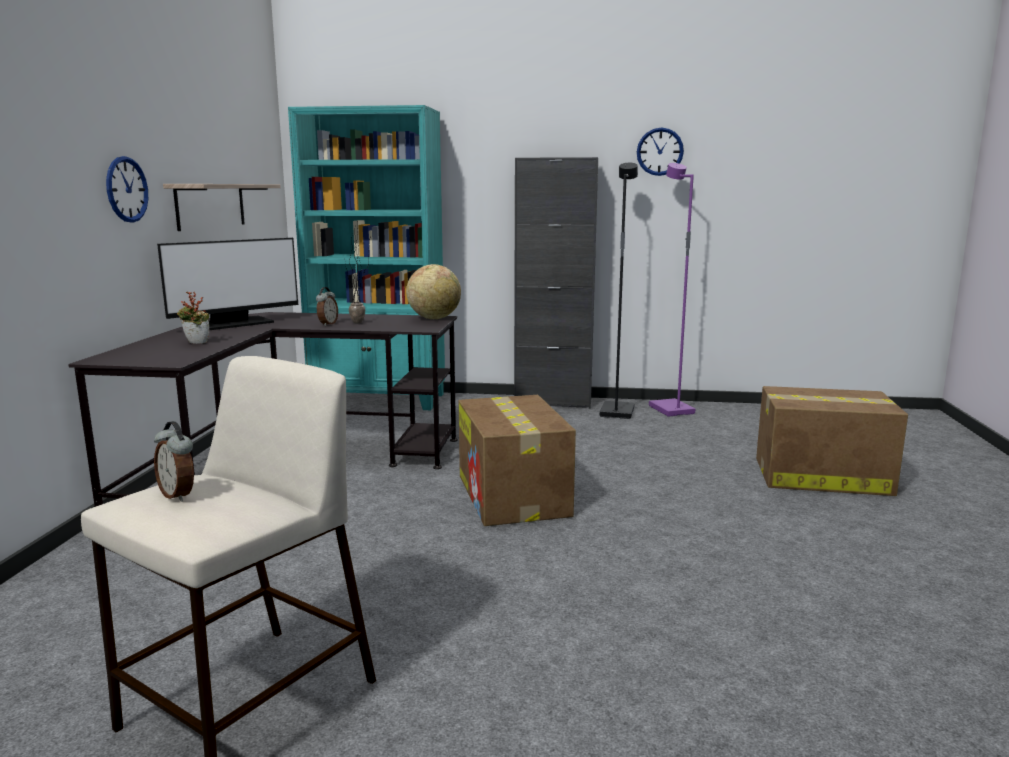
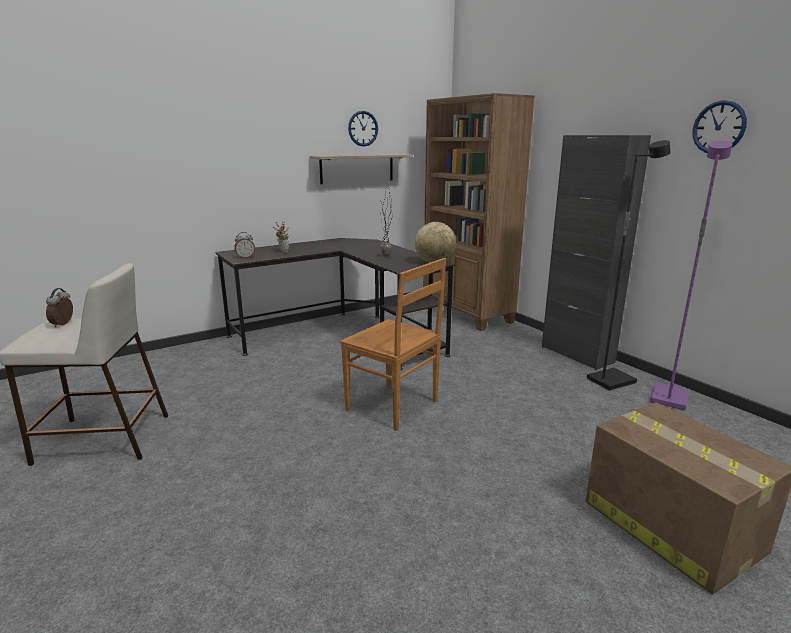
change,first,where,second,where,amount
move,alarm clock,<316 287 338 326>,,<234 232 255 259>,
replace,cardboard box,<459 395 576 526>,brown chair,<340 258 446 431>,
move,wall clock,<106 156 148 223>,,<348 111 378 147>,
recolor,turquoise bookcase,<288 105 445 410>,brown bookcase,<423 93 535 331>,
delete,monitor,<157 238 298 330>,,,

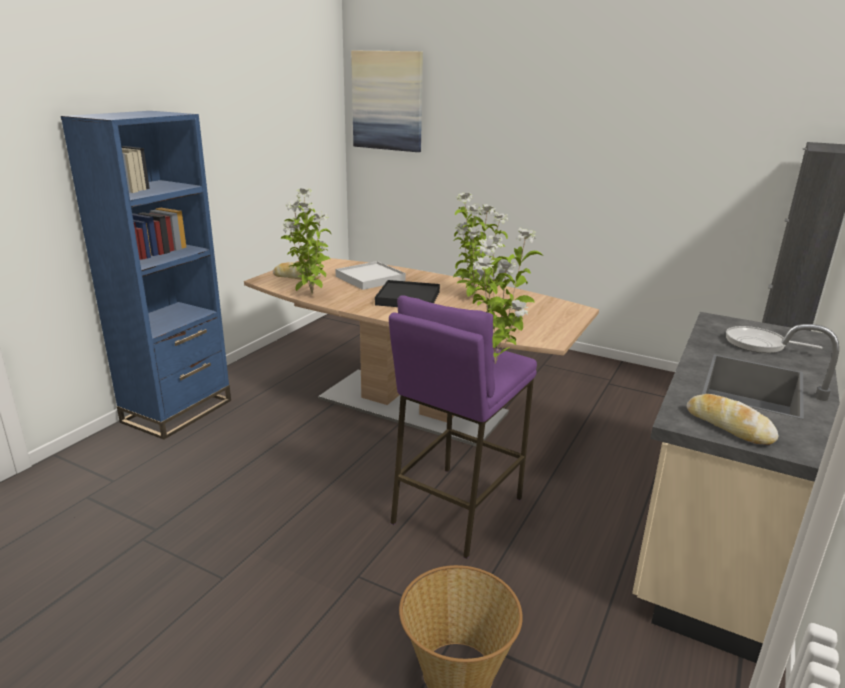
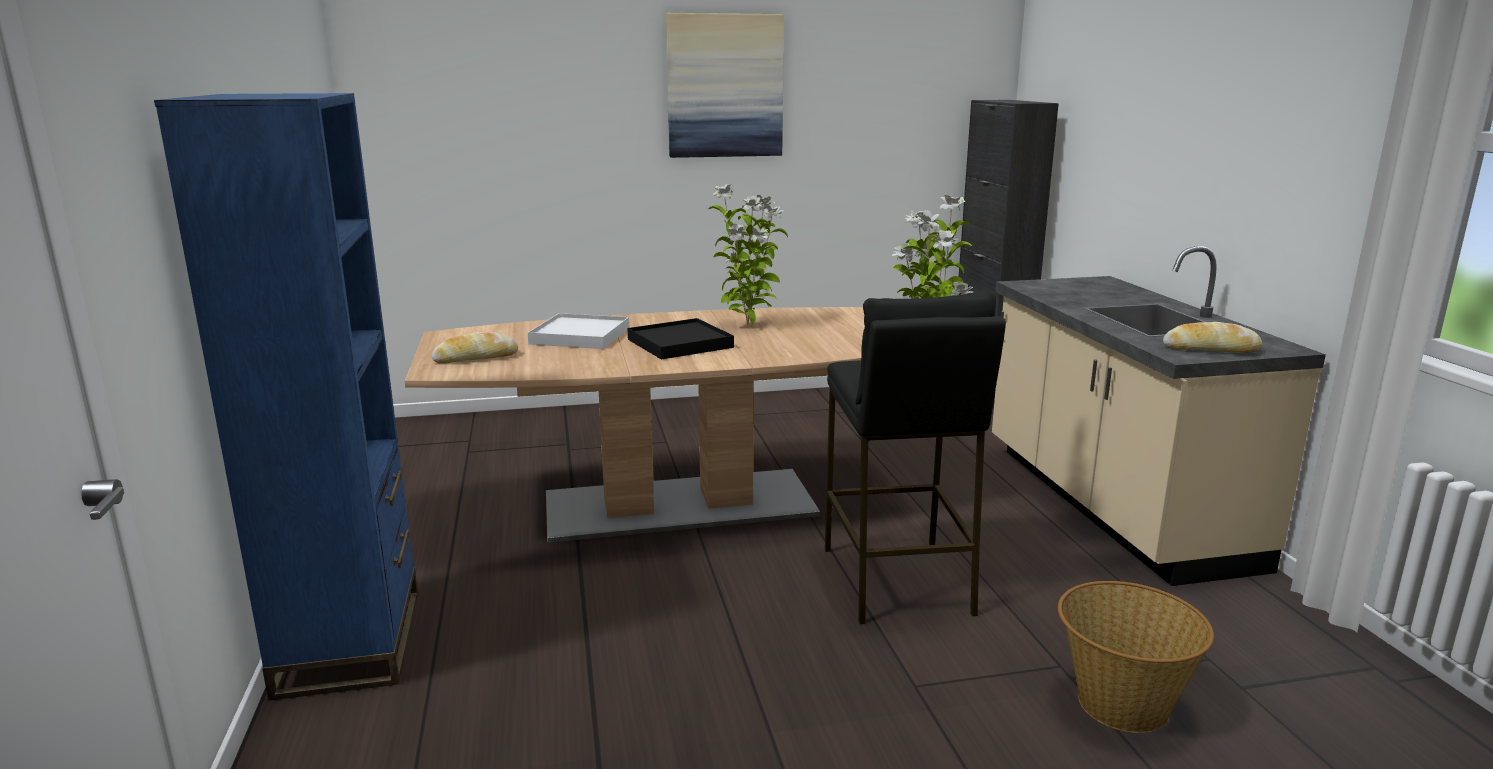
change,first,where,second,where,amount
move,picture,<351 50 423 152>,,<666 13 784 158>,
recolor,purple stool,<389 295 537 559>,black stool,<825 291 1006 624>,
delete,potted plant,<281 188 331 295>,,,
delete,frying pan,<726 326 823 353>,,,

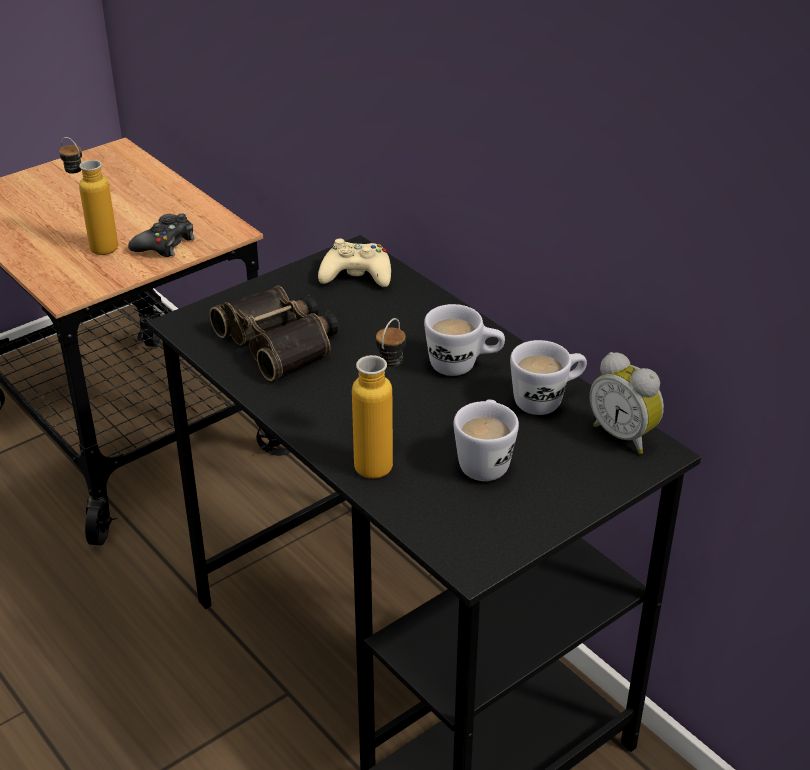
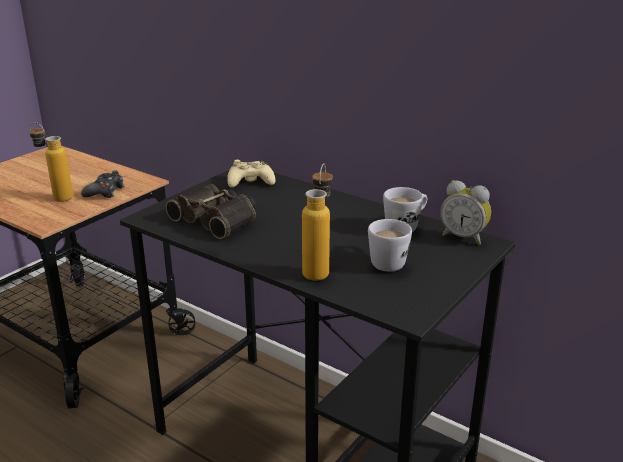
change,first,where,second,where,amount
delete,white mug,<424 304 505 376>,,,

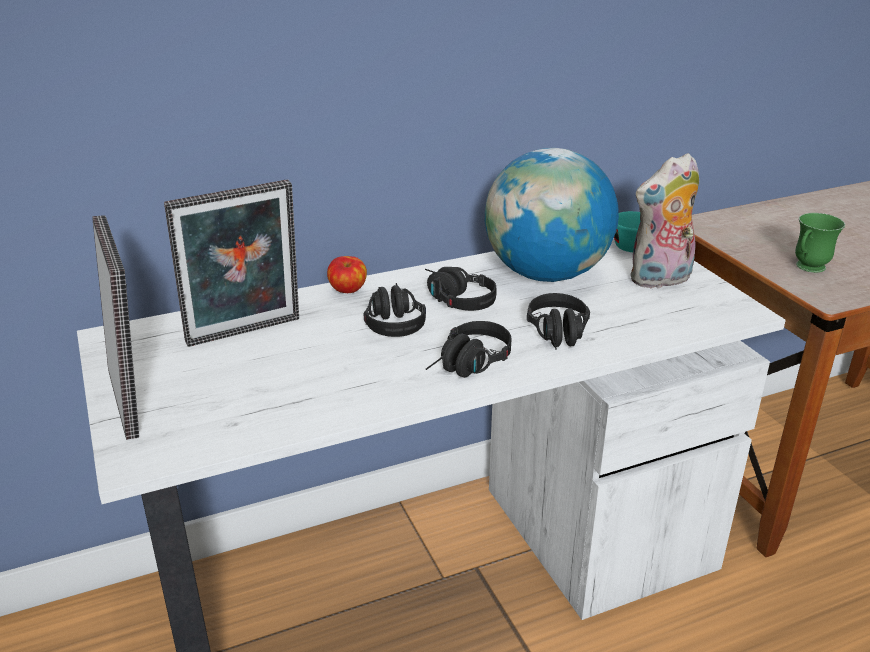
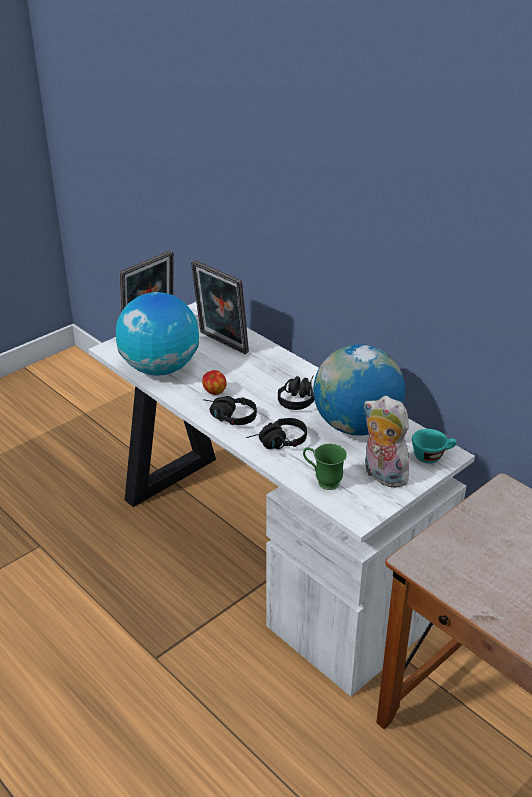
change,first,where,second,where,amount
insert,,,globe,<116 292 199 376>,
move,apple,<327 256 367 293>,,<202 370 227 395>,
move,green mug,<795 213 845 273>,,<303 444 347 490>,
delete,black headphones,<364 283 426 337>,,,

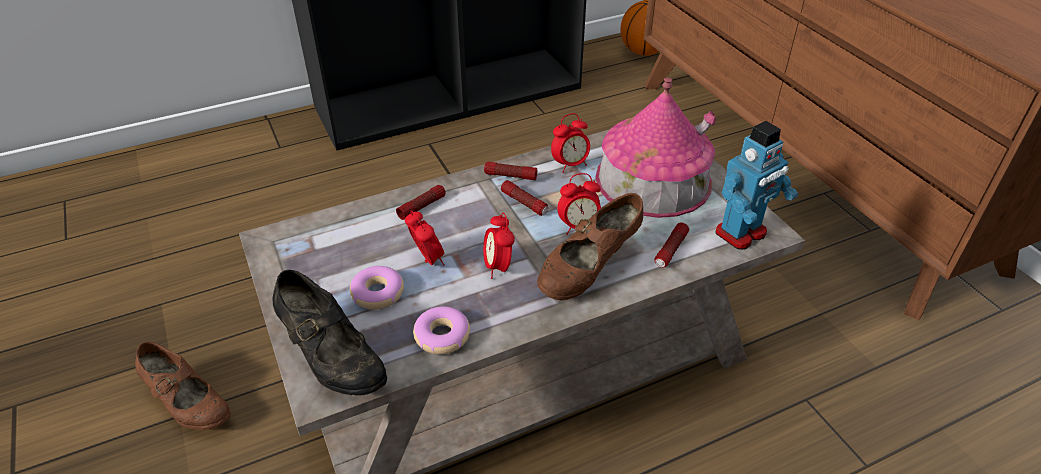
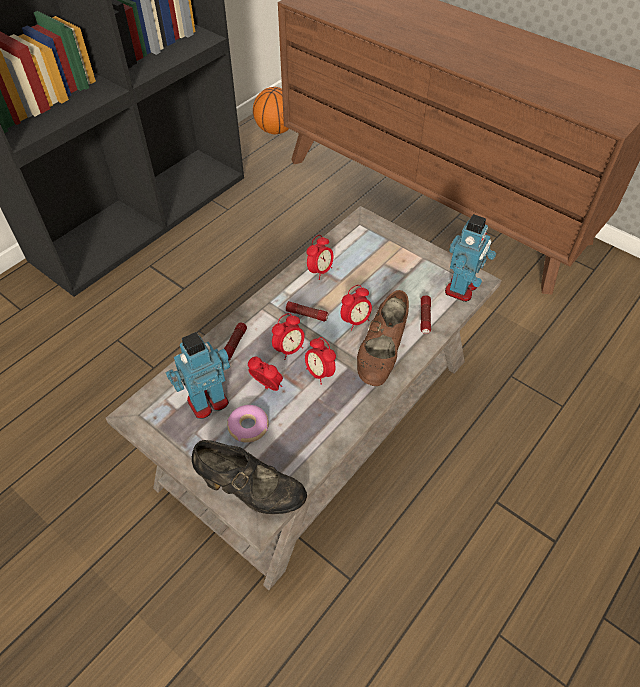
change,first,where,second,where,amount
insert,,,toy robot,<166 332 230 419>,
insert,,,alarm clock,<272 313 305 360>,
delete,brown shoe,<135 342 231 430>,,,
delete,donut,<413 306 470 355>,,,
delete,flashlight,<484 162 537 180>,,,
delete,toy house,<595 78 716 218>,,,

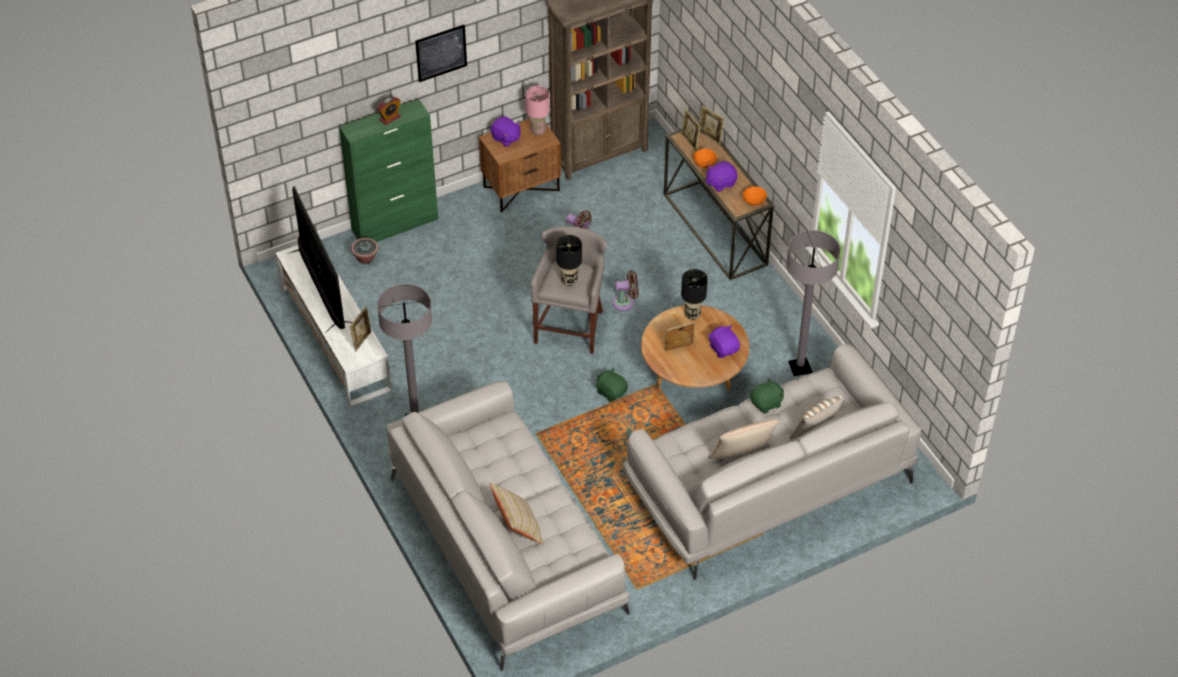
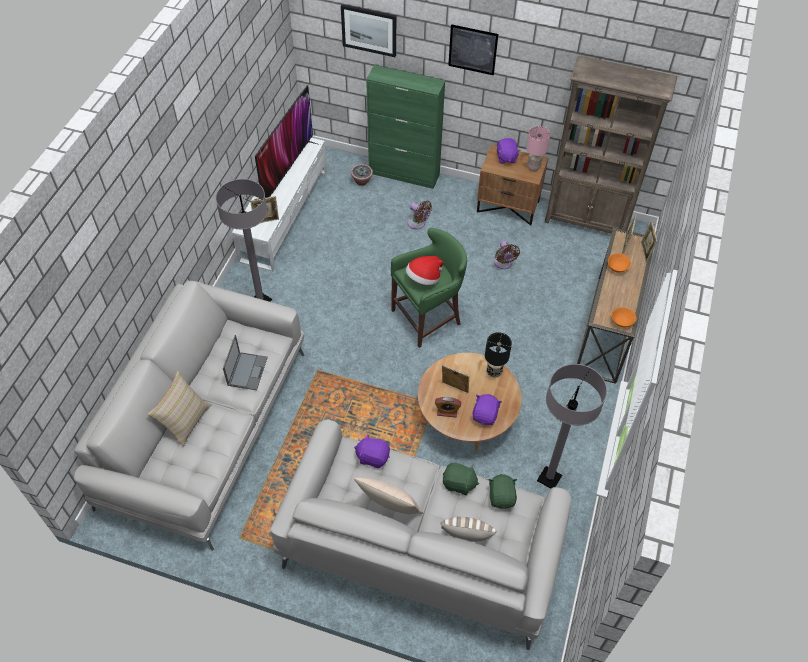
change,first,where,second,where,amount
insert,,,laptop,<223 335 268 390>,
insert,,,picture,<341 4 396 57>,
move,purple plush toy,<706 161 738 192>,,<354 434 390 468>,
recolor,grey stool,<531 226 607 354>,green stool,<391 228 467 348>,
replace,black table lamp,<556 235 582 286>,hat,<406 256 444 285>,
move,brown fan,<612 270 639 311>,,<407 200 432 229>,
move,alarm clock,<377 97 401 125>,,<435 397 461 418>,
move,green plush toy,<596 368 628 402>,,<488 474 517 509>,

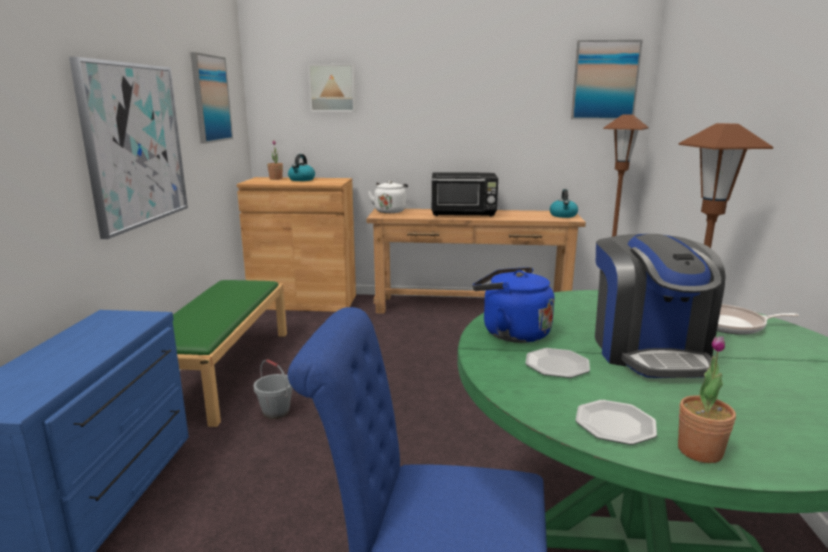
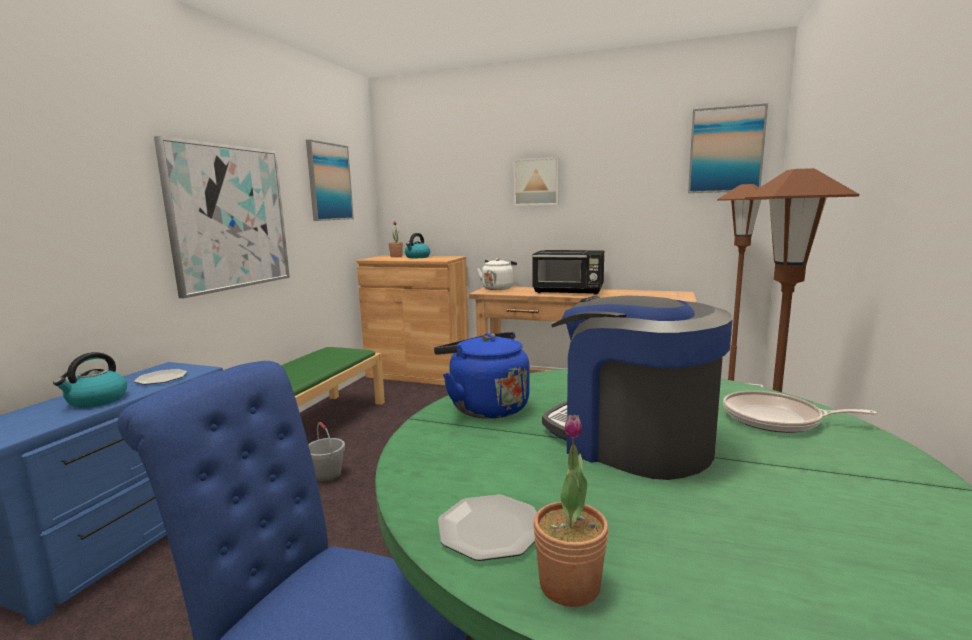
change,first,where,second,where,amount
move,kettle,<550 189 578 218>,,<53 352 127 408>,
move,plate,<525 348 590 378>,,<134 369 187 385>,
move,picture,<308 64 356 112>,,<513 157 560 206>,
rotate,coffee machine,<595 234 726 378>,,<542 295 733 480>,120 degrees clockwise

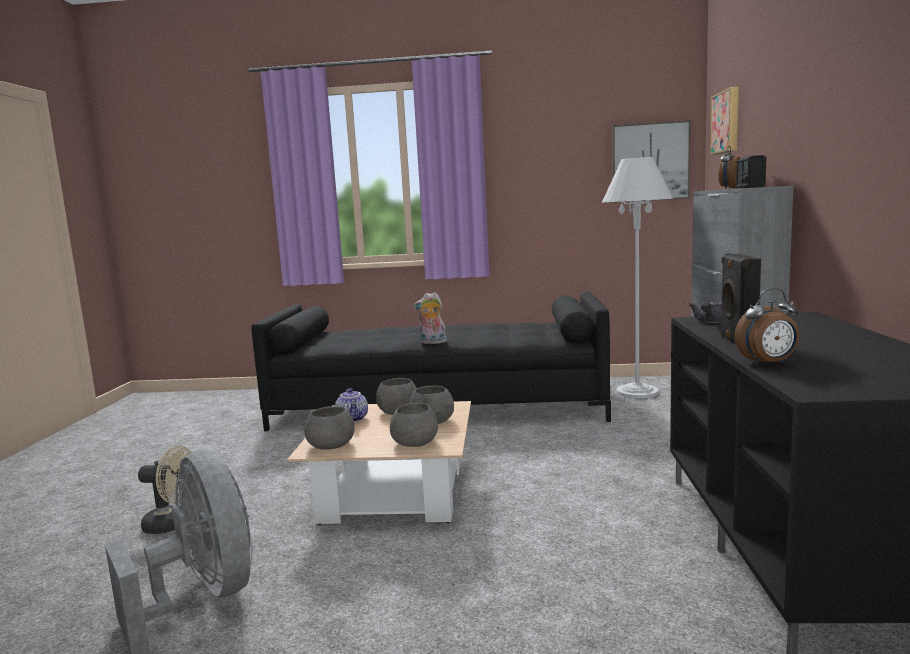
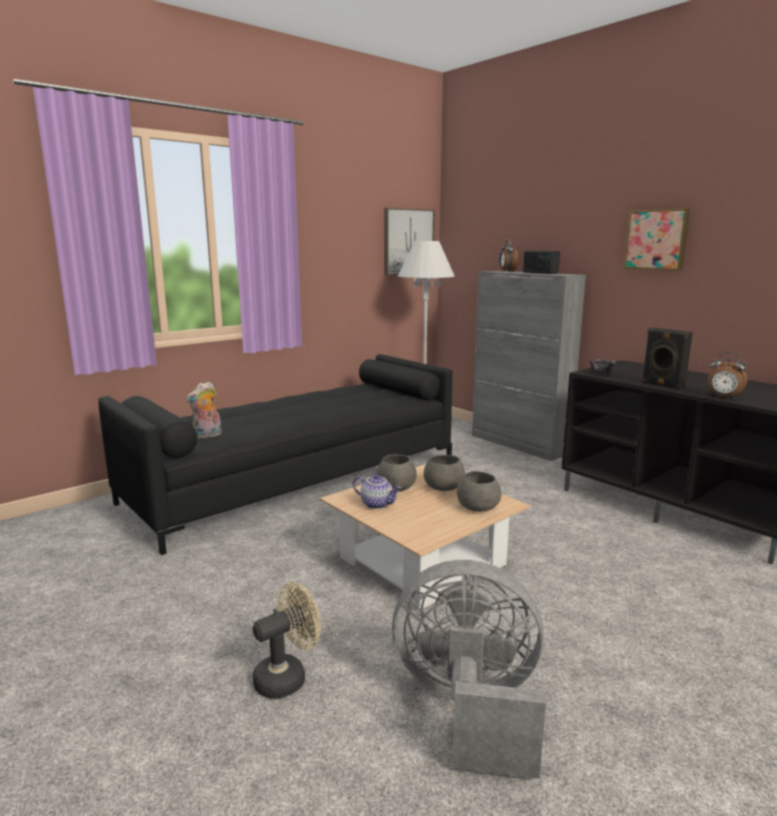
change,first,where,second,where,amount
move,plush toy,<414 292 447 344>,,<186 382 222 439>,
move,picture,<710 86 739 155>,,<624 208 690 271>,
rotate,alarm clock,<734 288 799 366>,,<708 352 747 399>,90 degrees clockwise
delete,grey bowl,<304 406 355 450>,,,

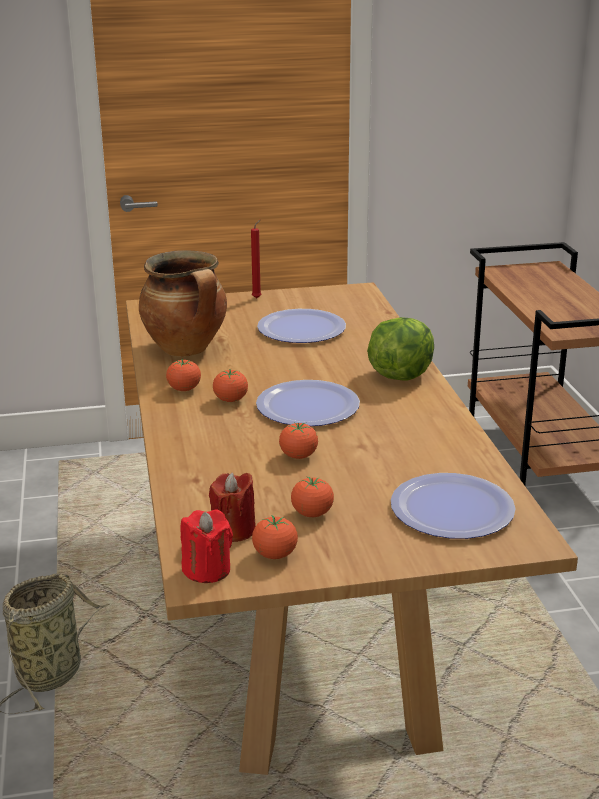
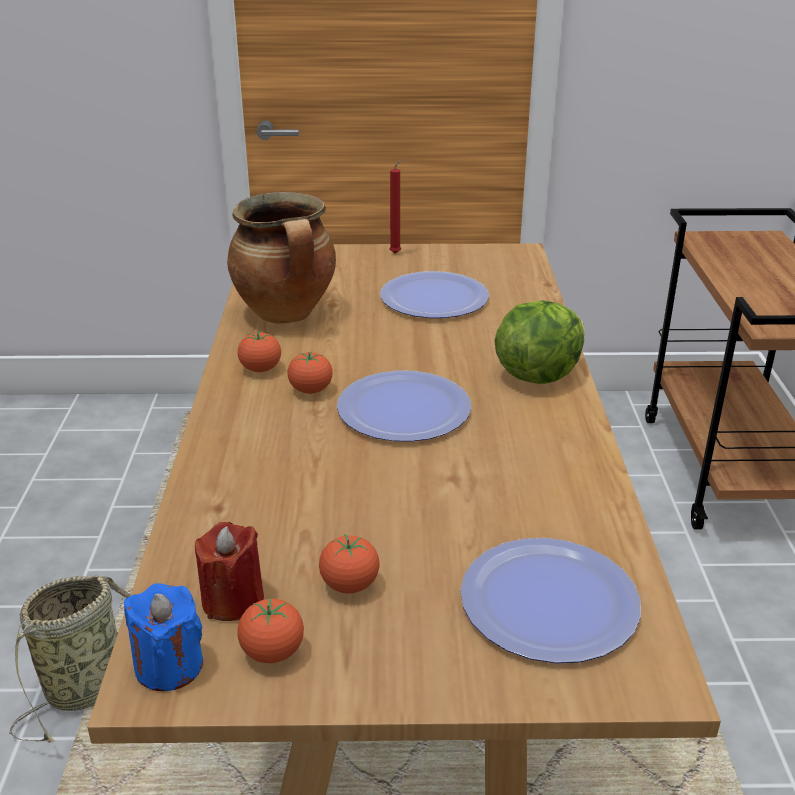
change,first,where,second,where,amount
recolor,red candle,<180 509 233 583>,blue candle,<124 583 203 691>,
delete,tomato,<279 423 318 459>,,,

